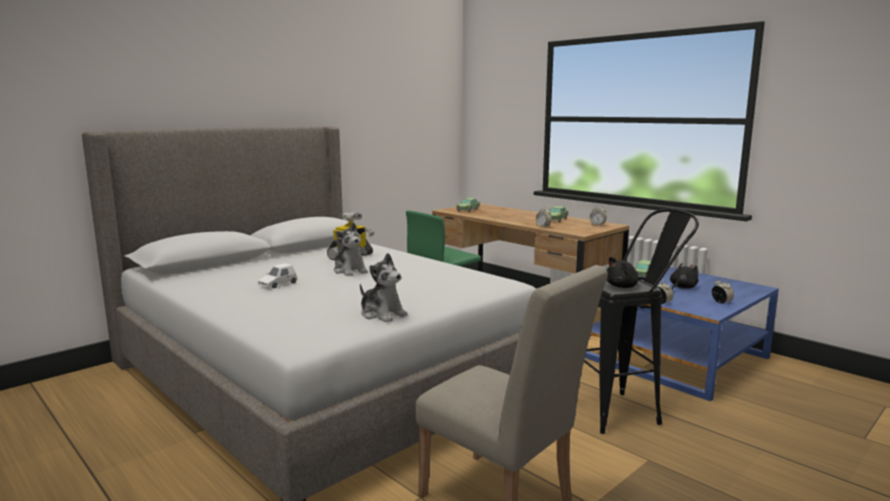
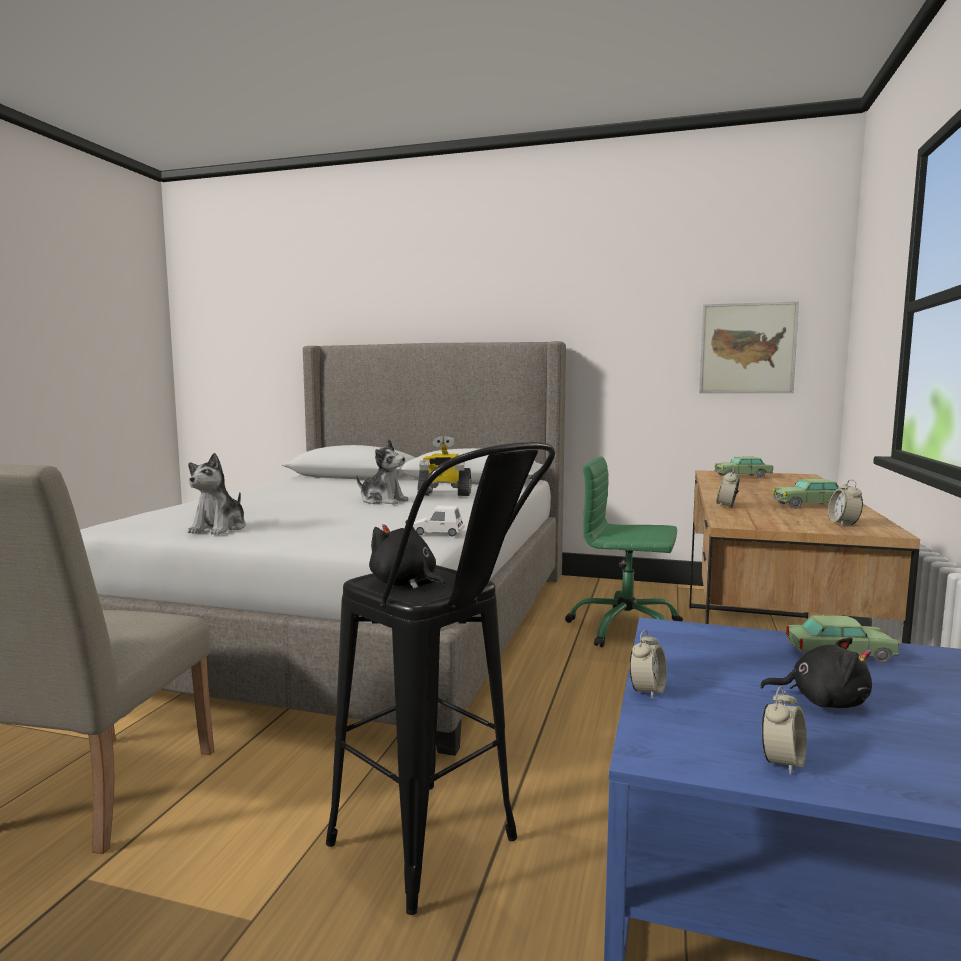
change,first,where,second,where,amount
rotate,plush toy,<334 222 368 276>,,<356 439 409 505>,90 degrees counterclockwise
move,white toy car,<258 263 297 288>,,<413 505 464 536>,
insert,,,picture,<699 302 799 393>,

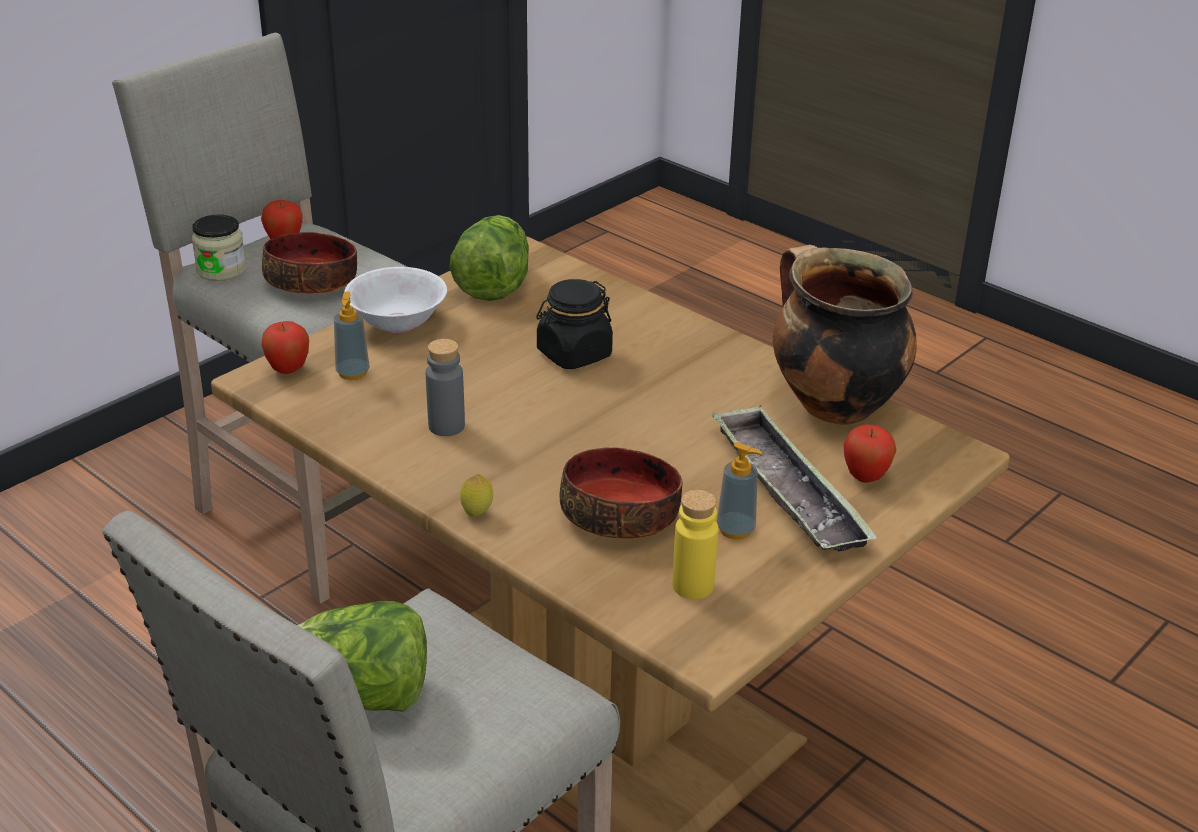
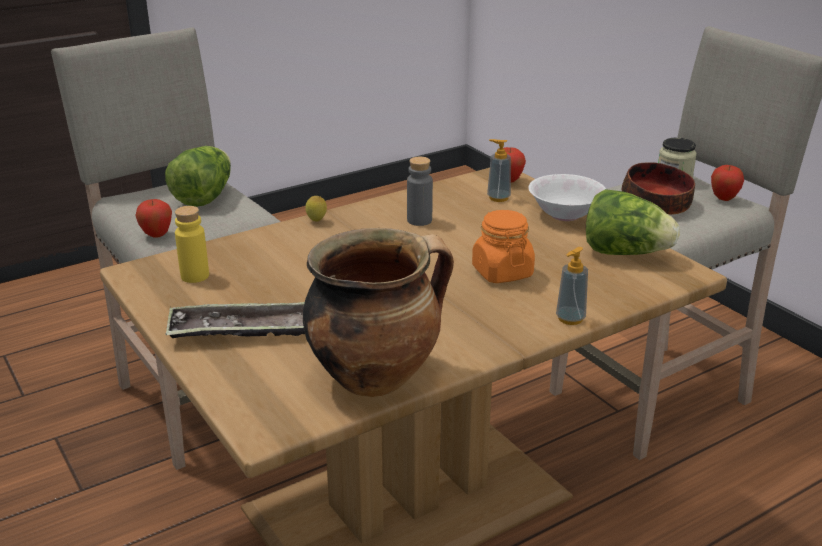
change,first,where,second,where,amount
move,apple,<844 424 897 483>,,<135 199 172 238>,
recolor,black jar,<536 279 613 369>,orange jar,<472 210 535 283>,
move,soap dispenser,<717 442 763 540>,,<556 247 588 325>,
delete,bowl,<560 447 682 539>,,,

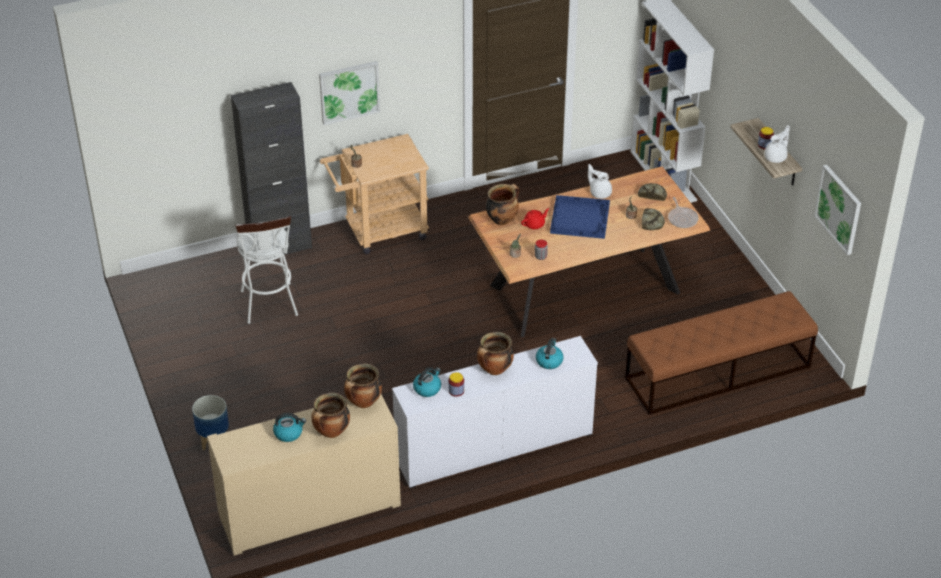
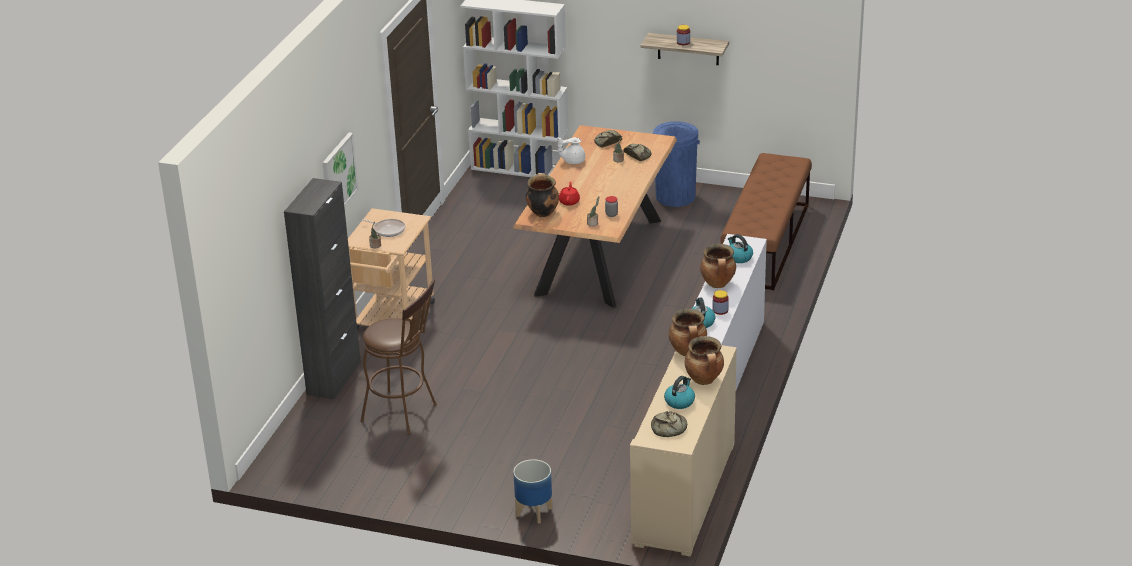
change,first,where,second,where,amount
recolor,white stool,<235 216 298 324>,brown stool,<360 280 437 435>,
move,frying pan,<668 197 699 228>,,<362 219 405 237>,
insert,,,bread,<651 411 687 437>,
insert,,,blue trash can,<653 121 700 207>,
delete,blue tray,<550 195 610 239>,,,
delete,white teapot,<764 125 790 163>,,,
delete,picture,<814 165 861 255>,,,

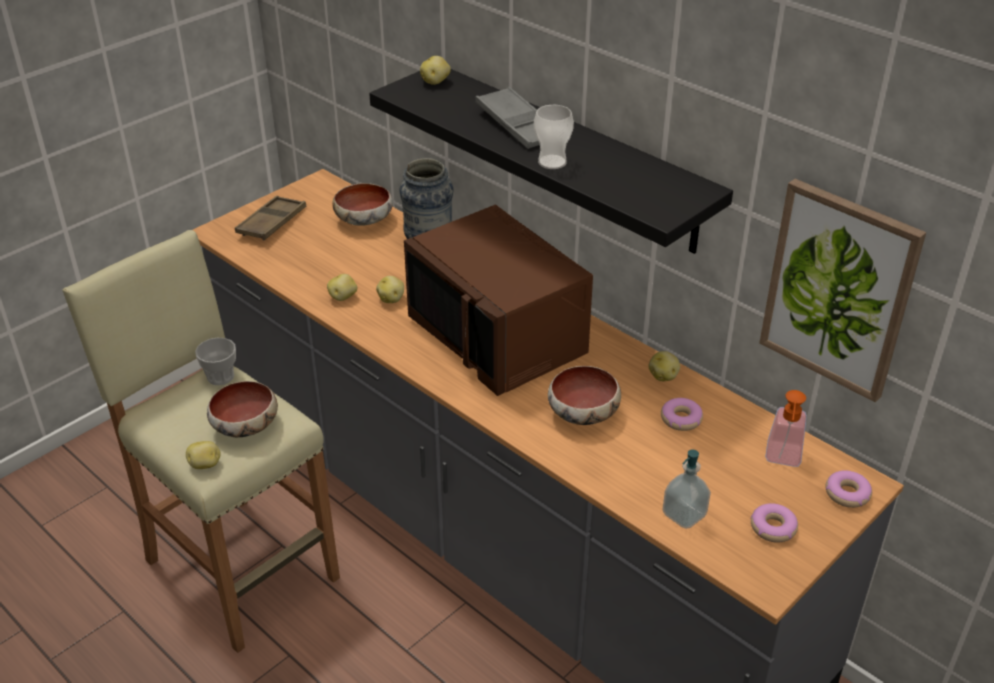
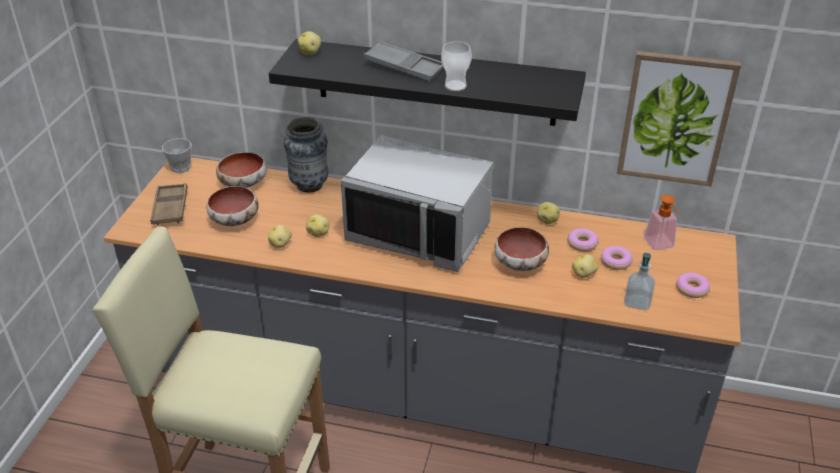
change,first,where,second,where,amount
move,cup,<195 338 236 385>,,<162 139 192 173>,
move,bowl,<207 381 278 437>,,<206 186 259 226>,
recolor,brown microwave,<404 204 593 396>,grey microwave,<341 135 493 272>,
move,potato,<186 441 221 469>,,<572 254 598 278>,
move,donut,<826 471 872 508>,,<601 246 633 270>,

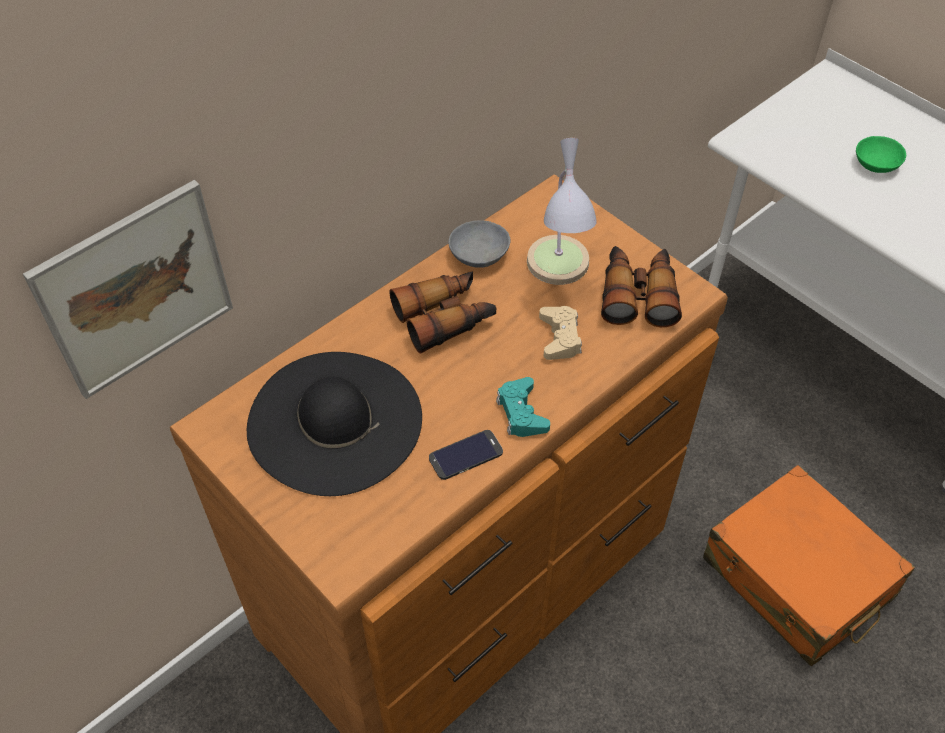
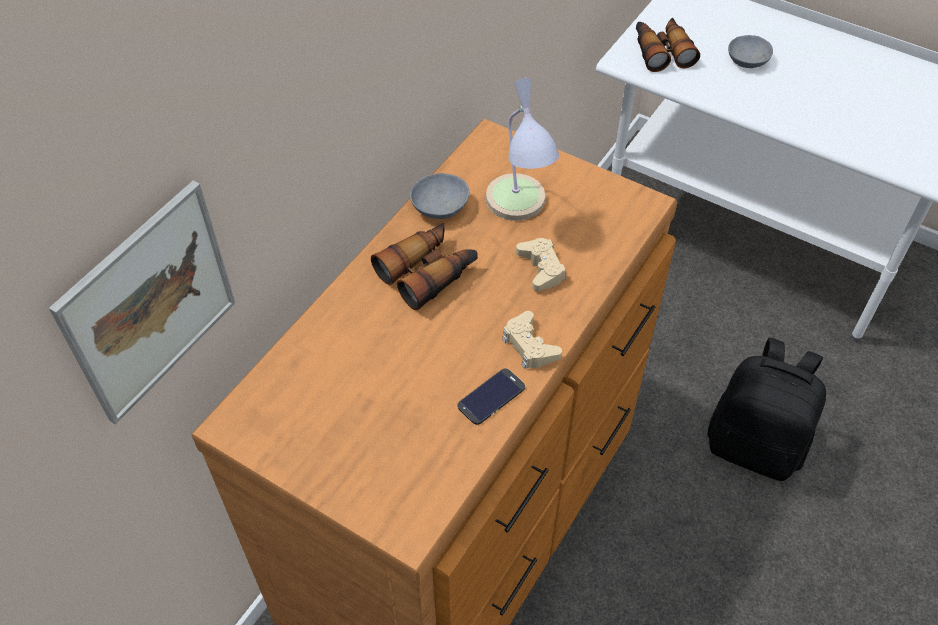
change,first,where,second,where,amount
recolor,turquoise game controller,<496 377 550 437>,beige game controller,<502 311 562 369>,
move,binoculars,<601 246 682 327>,,<636 18 700 72>,
replace,orange suitcase,<703 465 915 666>,black backpack,<708 338 826 481>,
recolor,green bowl,<856 136 906 173>,grey bowl,<728 35 773 68>,
delete,black hat,<247 352 422 496>,,,

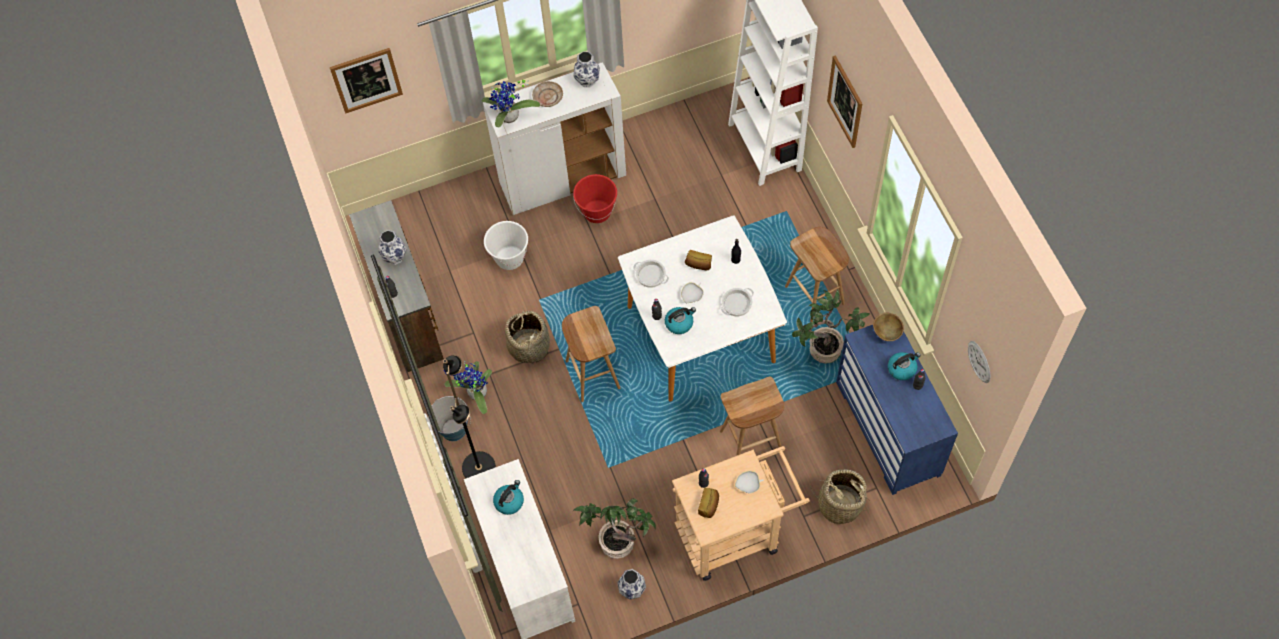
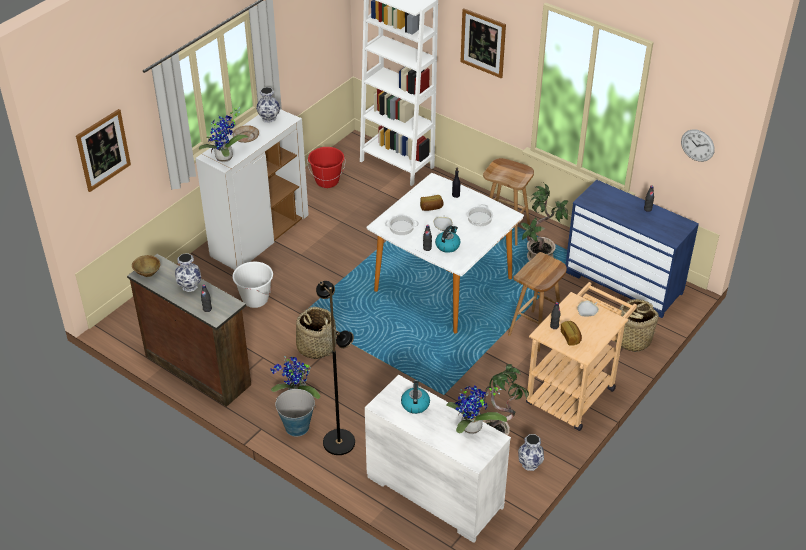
change,first,where,second,where,amount
move,brown bowl,<873 313 904 341>,,<132 255 160 277>,
move,red bucket,<573 174 617 223>,,<307 147 345 188>,
insert,,,potted plant,<446 385 507 434>,
delete,brown stool,<562 306 620 402>,,,
delete,kettle,<888 352 921 380>,,,

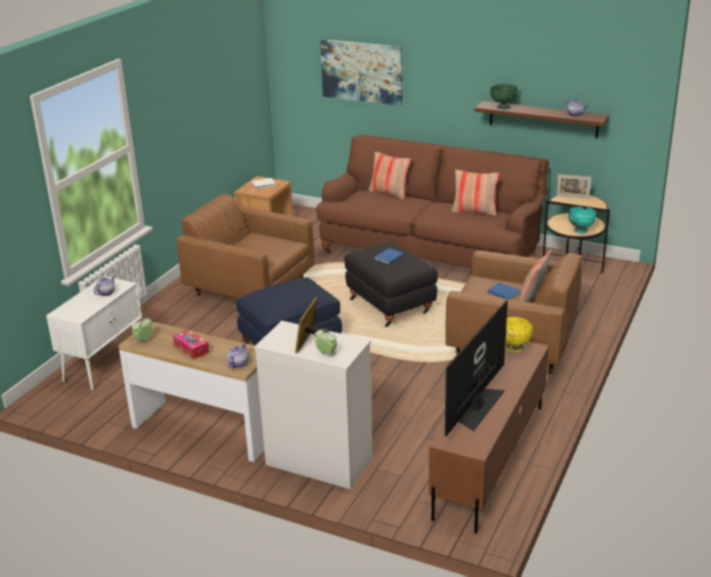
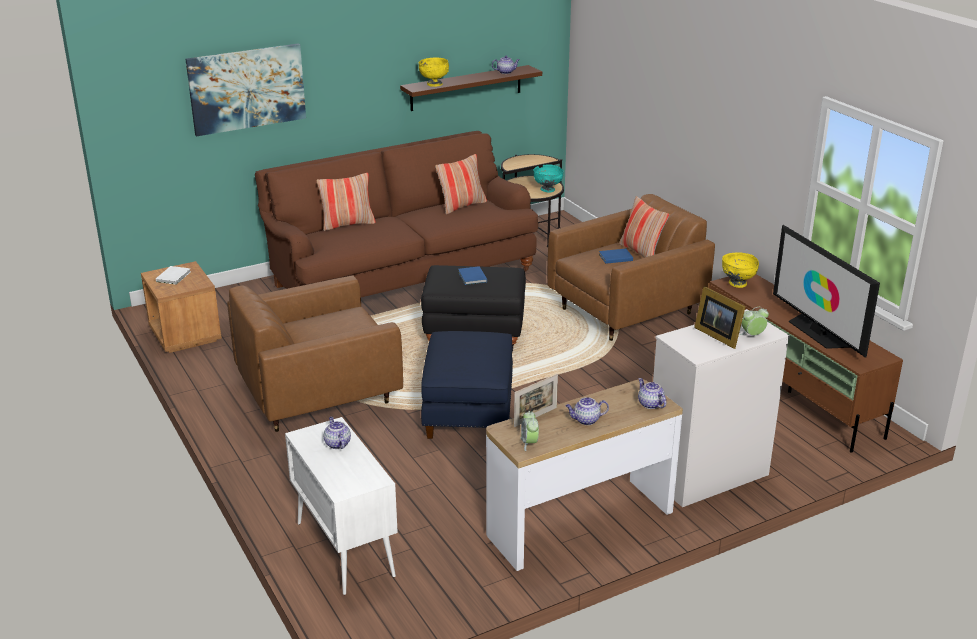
change,first,where,second,where,amount
recolor,green bowl,<490 84 518 109>,yellow bowl,<419 58 449 87>,
move,picture frame,<556 174 591 199>,,<514 374 558 427>,
replace,tissue box,<173 329 209 360>,teapot,<566 397 609 425>,

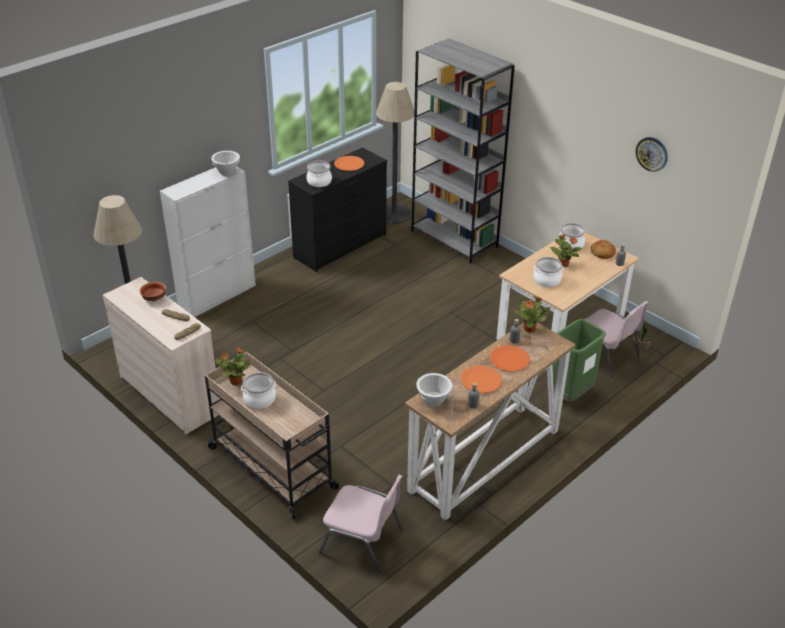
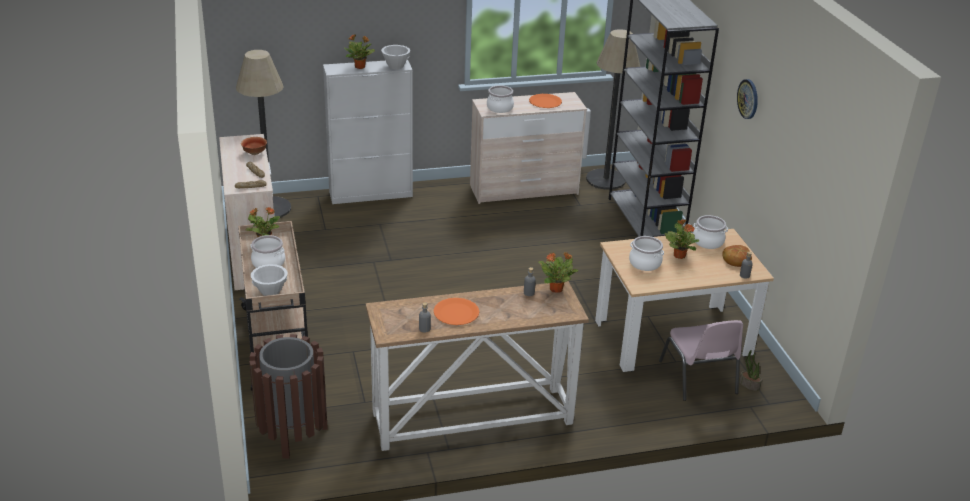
change,first,where,second,where,amount
replace,pink chair,<319 475 403 572>,brown trash can,<249 334 328 459>,
move,white bowl,<416 373 452 407>,,<251 264 287 296>,
insert,,,potted plant,<344 34 375 69>,
recolor,black dresser,<288 148 387 272>,beige dresser,<470 92 587 204>,
move,wall clock,<635 137 668 172>,,<737 79 758 119>,
delete,orange plate,<490 345 530 372>,,,
delete,green trash can,<553 319 606 402>,,,

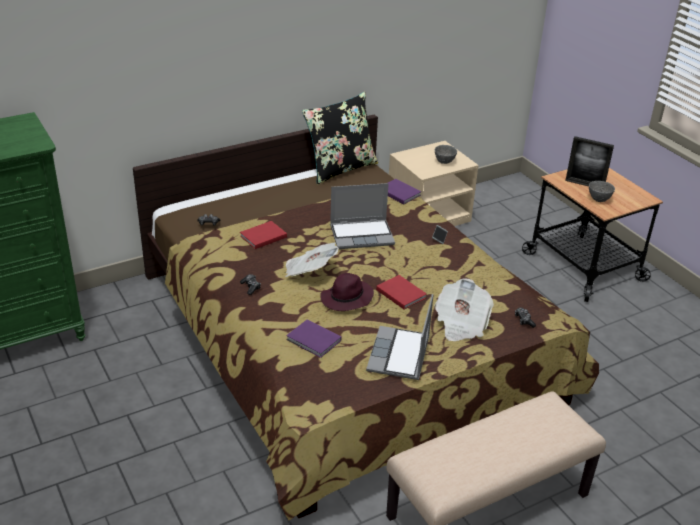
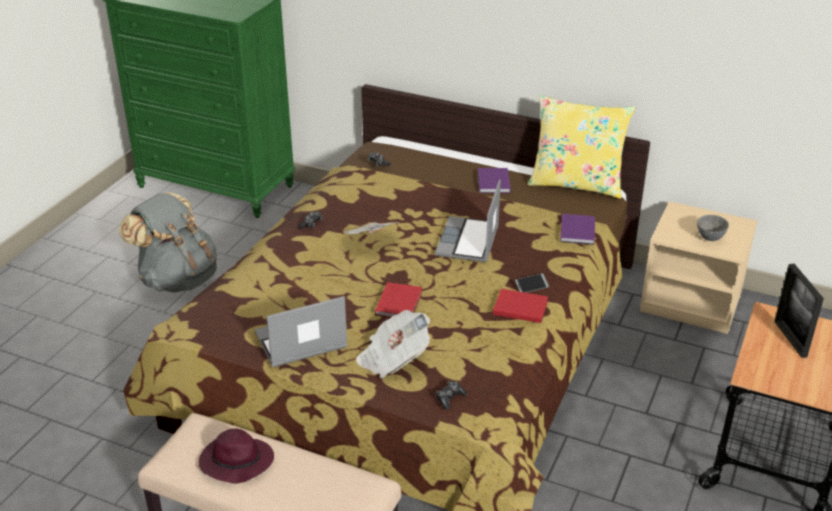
change,first,where,second,where,amount
insert,,,grey backpack,<119 192 217 293>,
move,purple hat,<320 273 374 311>,,<198 429 274 484>,
rotate,laptop,<330 183 395 249>,,<435 179 501 262>,60 degrees clockwise
move,purple book,<286 319 341 358>,,<477 168 510 193>,
move,red book,<240 221 287 249>,,<493 289 548 323>,
recolor,black pillow,<302 92 378 185>,yellow pillow,<528 95 636 199>,
delete,grey bowl,<589 181 615 202>,,,

